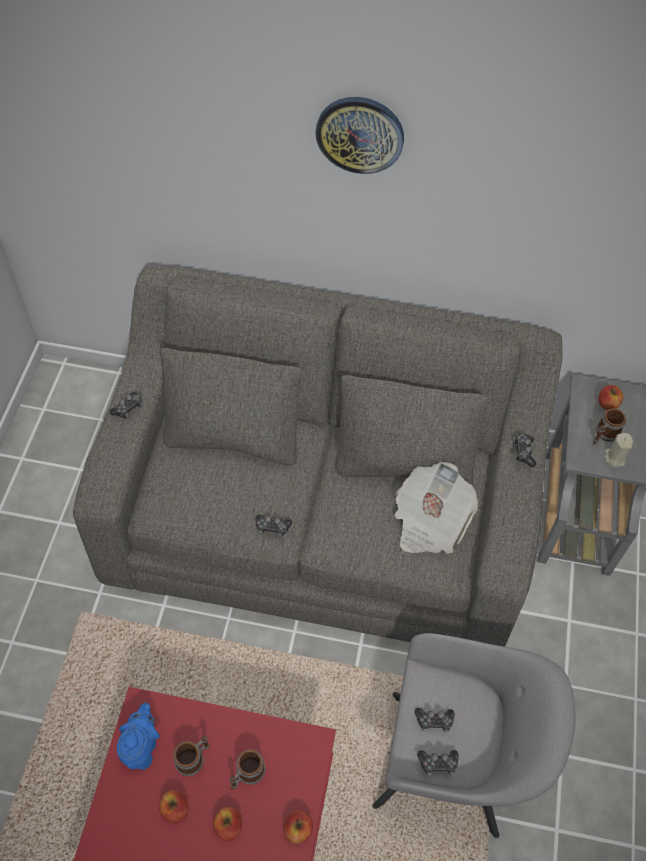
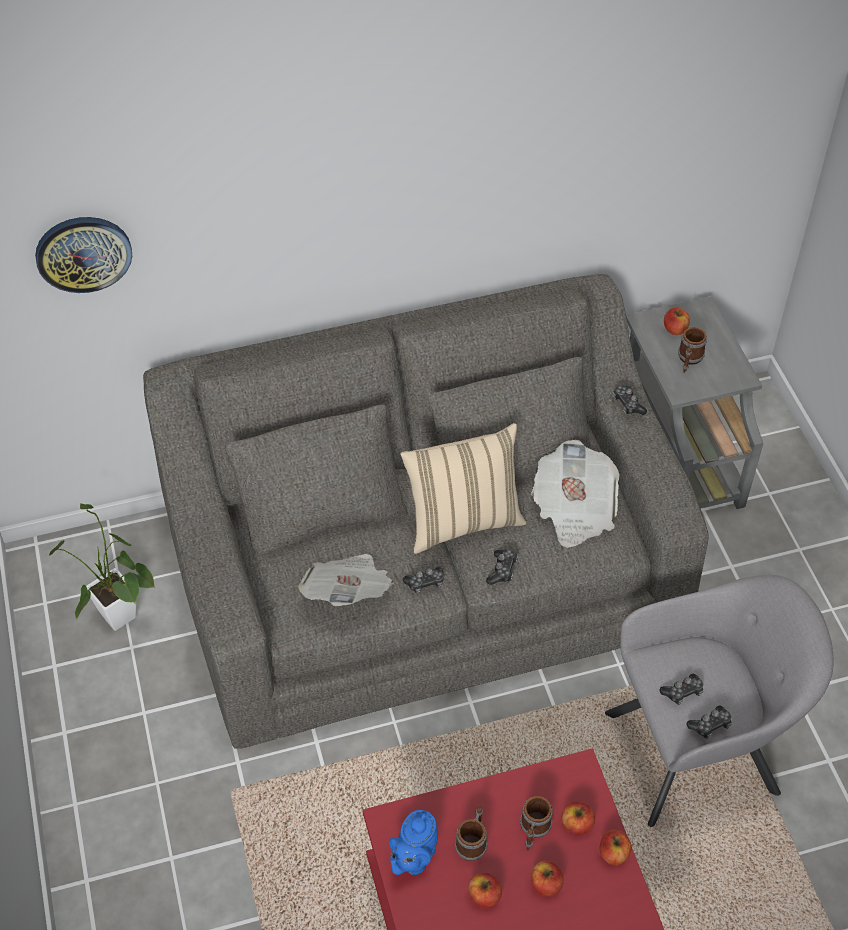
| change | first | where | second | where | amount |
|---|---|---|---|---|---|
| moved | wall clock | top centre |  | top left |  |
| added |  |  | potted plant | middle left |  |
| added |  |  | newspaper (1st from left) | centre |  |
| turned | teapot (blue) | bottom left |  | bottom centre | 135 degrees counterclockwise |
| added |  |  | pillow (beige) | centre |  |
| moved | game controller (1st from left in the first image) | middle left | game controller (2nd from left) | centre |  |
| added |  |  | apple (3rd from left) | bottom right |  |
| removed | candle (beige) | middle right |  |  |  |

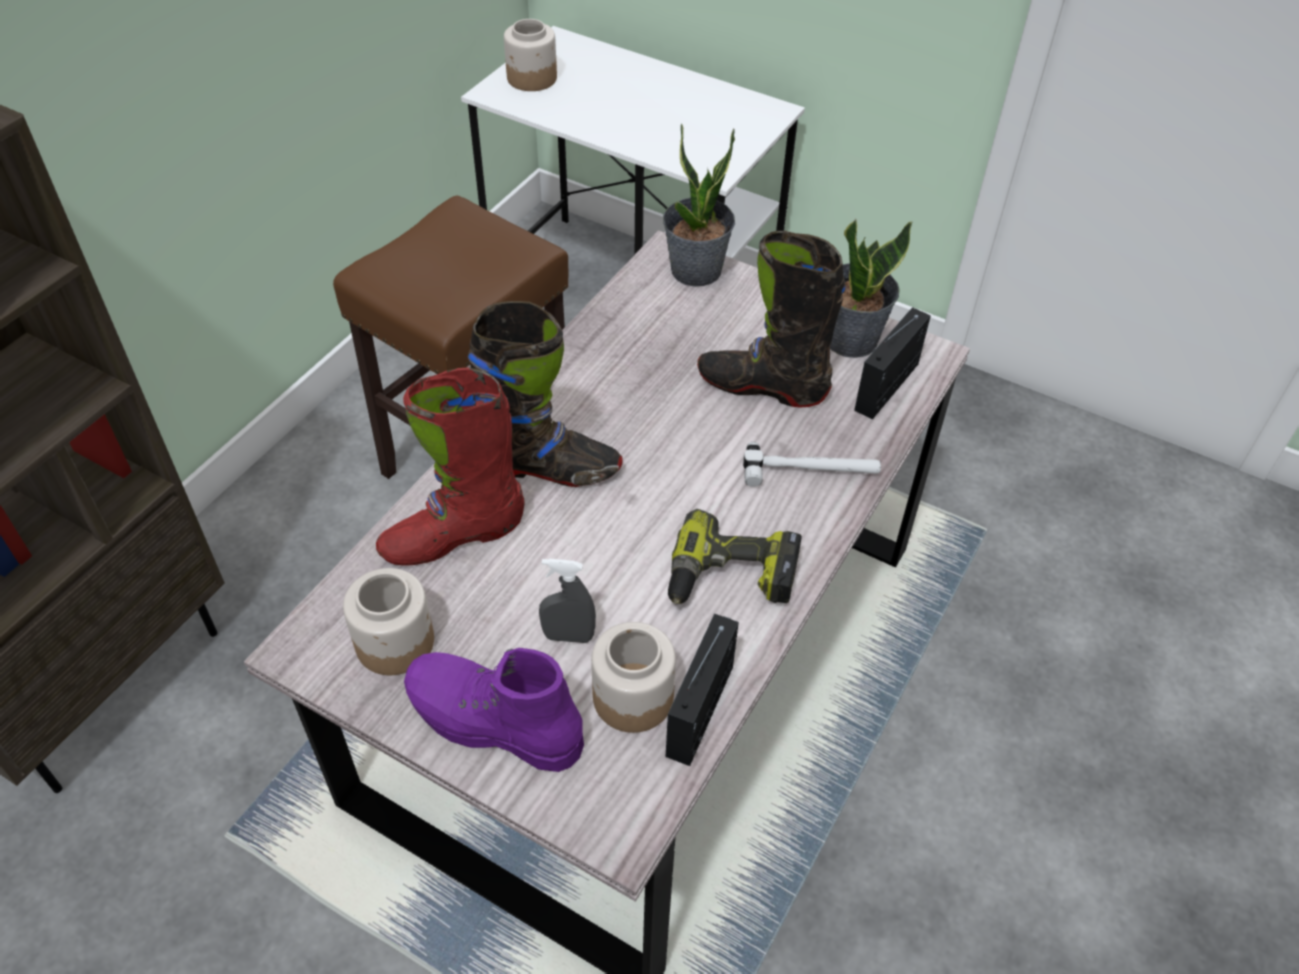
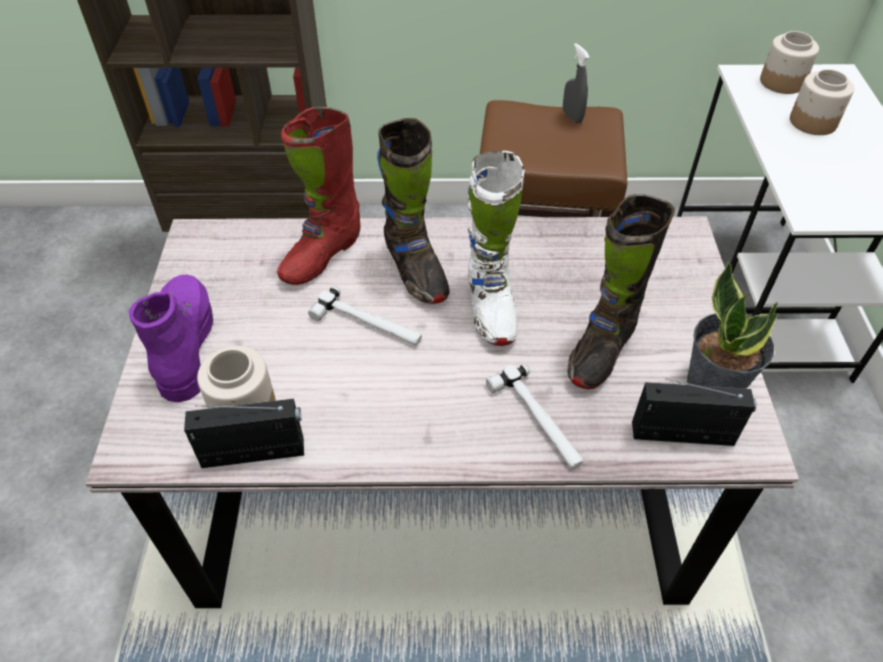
| change | first | where | second | where | amount |
|---|---|---|---|---|---|
| turned | boot (red) | centre |  | top centre | 90 degrees counterclockwise |
| added |  |  | hammer (1st from left) | centre |  |
| added |  |  | boot (white) | centre |  |
| moved | spray bottle (grey) | centre |  | top centre |  |
| turned | boot (black) (2nd from left) | top centre |  | middle right | 135 degrees counterclockwise |
| moved | jar (1st from left in the first image) | middle left | jar (3rd from left) | top right |  |
| removed | potted plant (1st from left) | top centre |  |  |  |
| removed | power drill | centre |  |  |  |

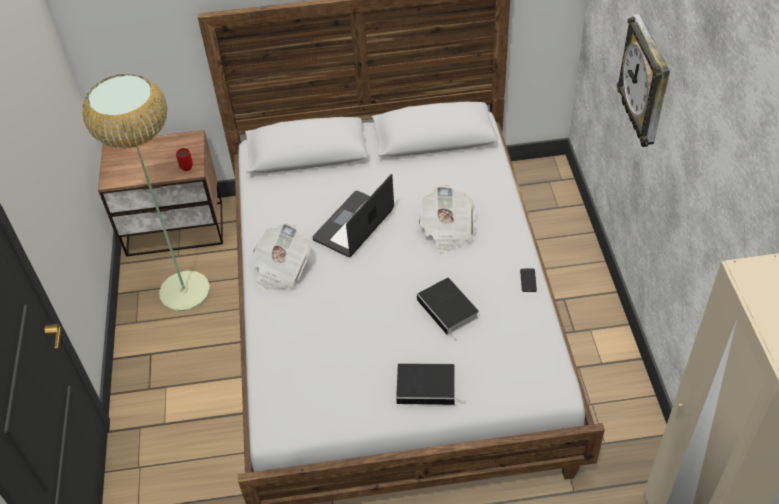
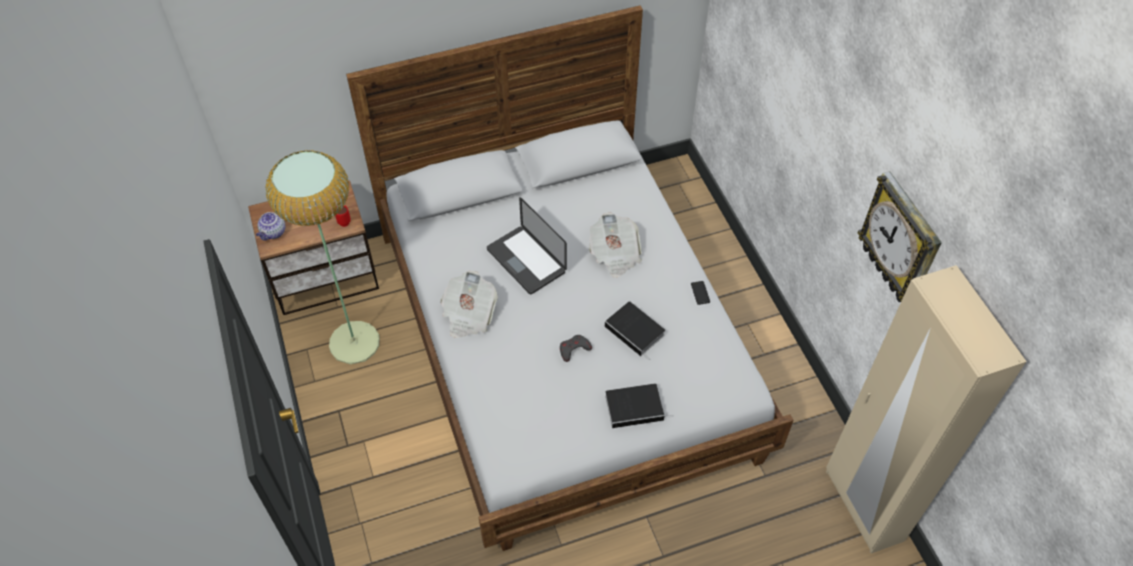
| change | first | where | second | where | amount |
|---|---|---|---|---|---|
| added |  |  | teapot | middle left |  |
| turned | laptop | centre |  | centre | 60 degrees counterclockwise |
| added |  |  | game controller (grey) | centre |  |
| moved | wall clock | top right |  | middle right |  |

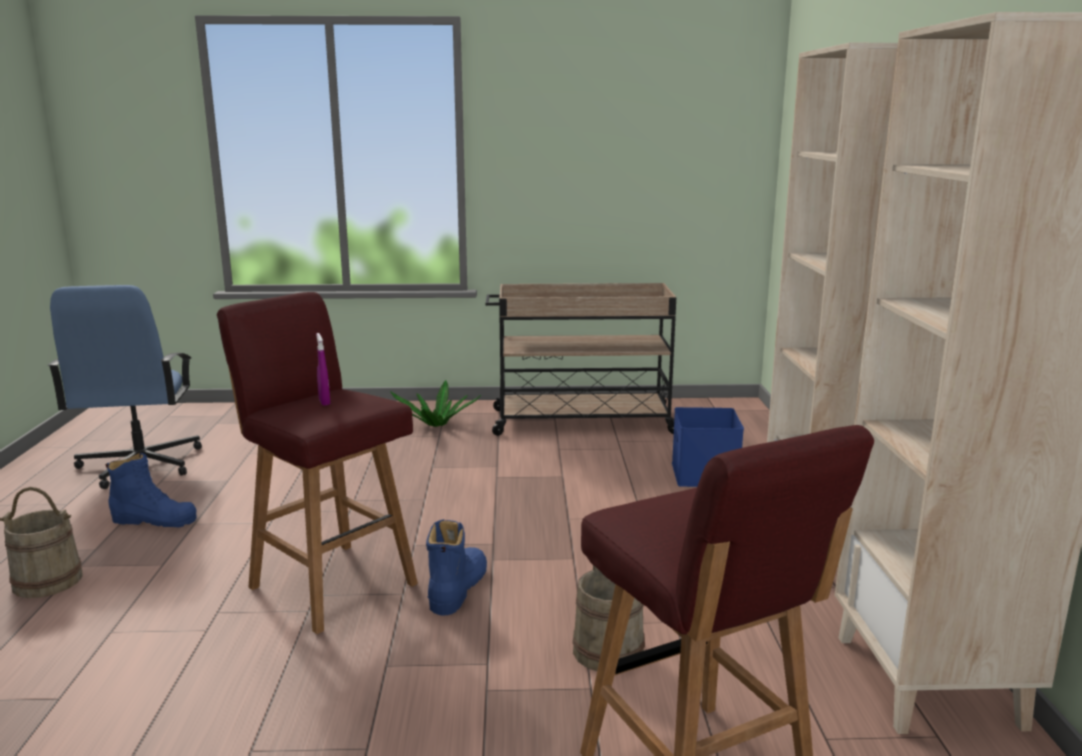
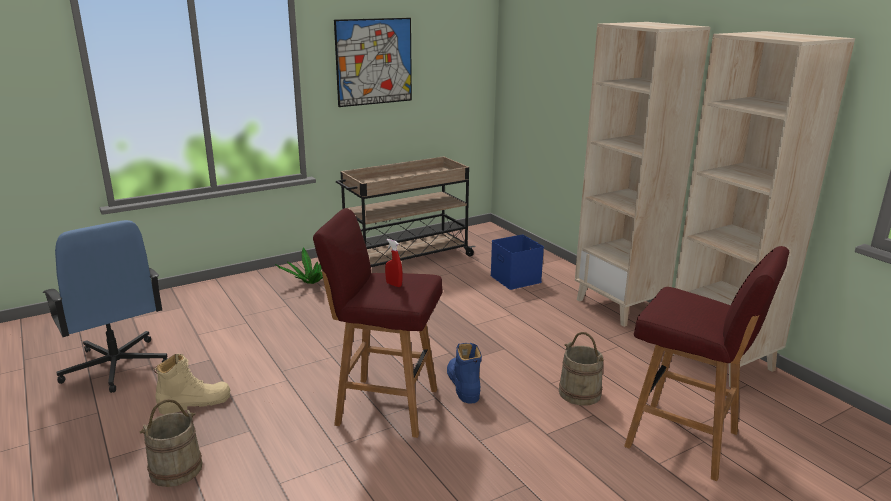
| change | first | where | second | where | amount |
|---|---|---|---|---|---|
| recoloured | boot (blue) (1st from left) | middle left | boot (beige) | bottom left |  |
| added |  |  | picture | top centre |  |
| recoloured | spray bottle (purple) | middle left | spray bottle (red) | centre |  |

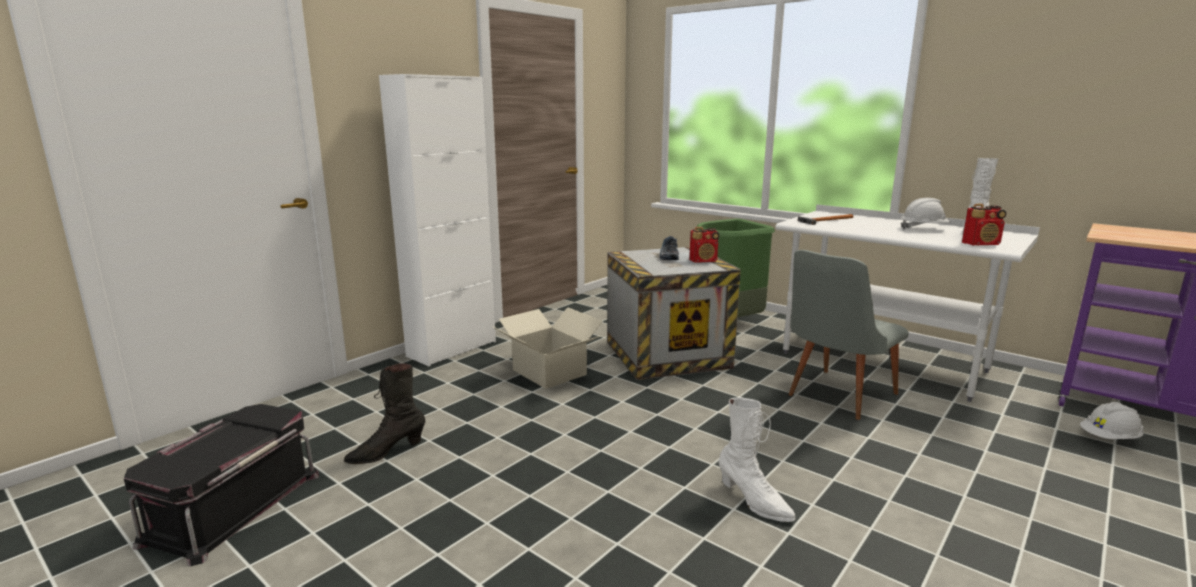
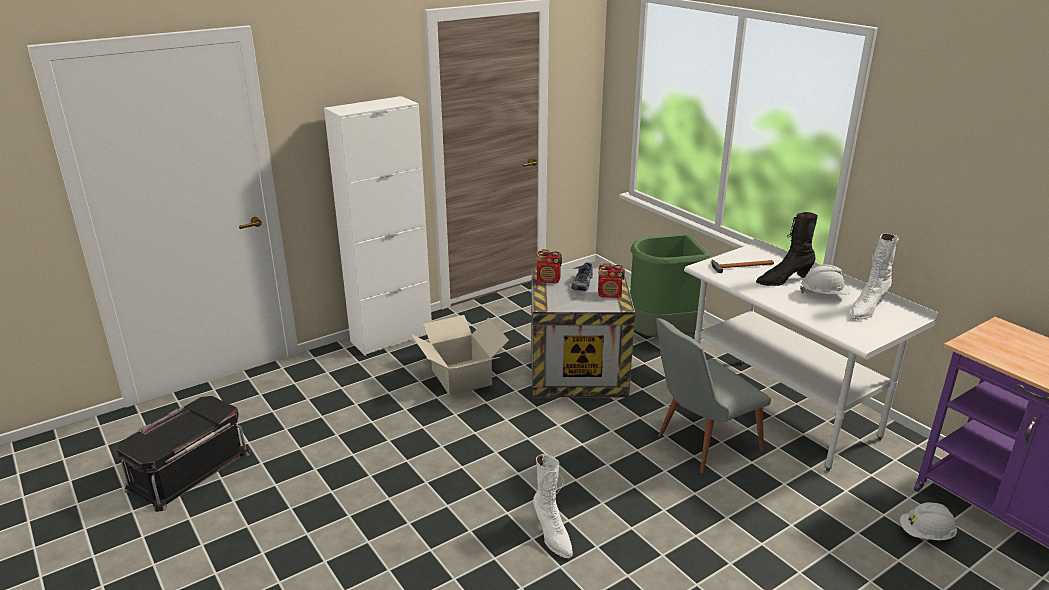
| change | first | where | second | where | amount |
|---|---|---|---|---|---|
| moved | radio (2nd from left in the first image) | middle right | radio (1st from left) | centre |  |
| moved | boot (black) | bottom left |  | middle right |  |

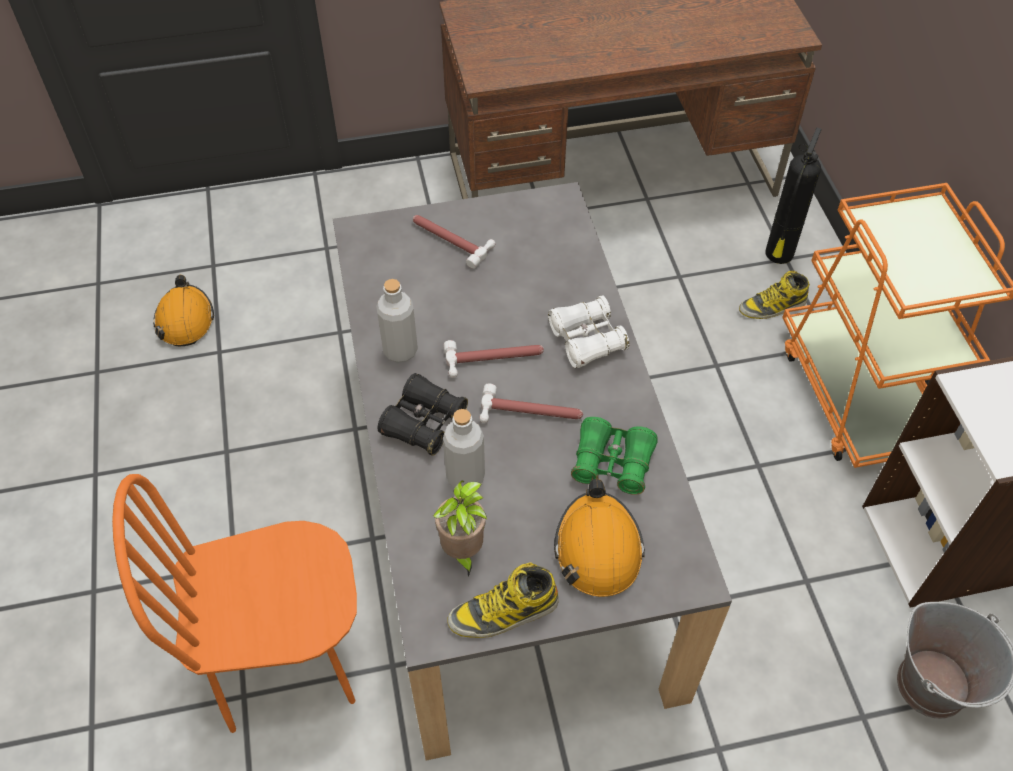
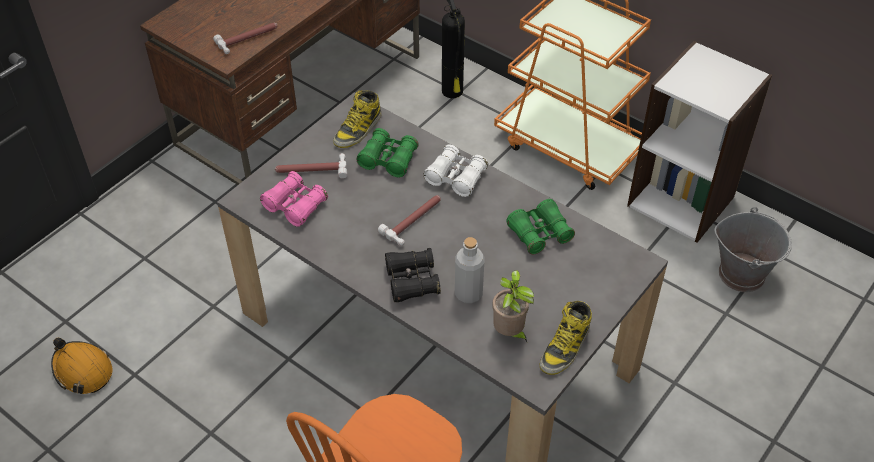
| change | first | where | second | where | amount |
|---|---|---|---|---|---|
| moved | hammer (3rd from left in the first image) | centre | hammer (1st from left) | top left |  |
| added |  |  | binoculars (pink) | centre |  |
| moved | boot (2nd from left in the first image) | middle right | boot (1st from left) | top centre |  |
| added |  |  | binoculars (green) (1st from left) | top centre |  |
| removed | bottle (grey) (1st from left) | centre |  |  |  |
| removed | hard hat (orange) (2nd from left) | bottom centre |  |  |  |

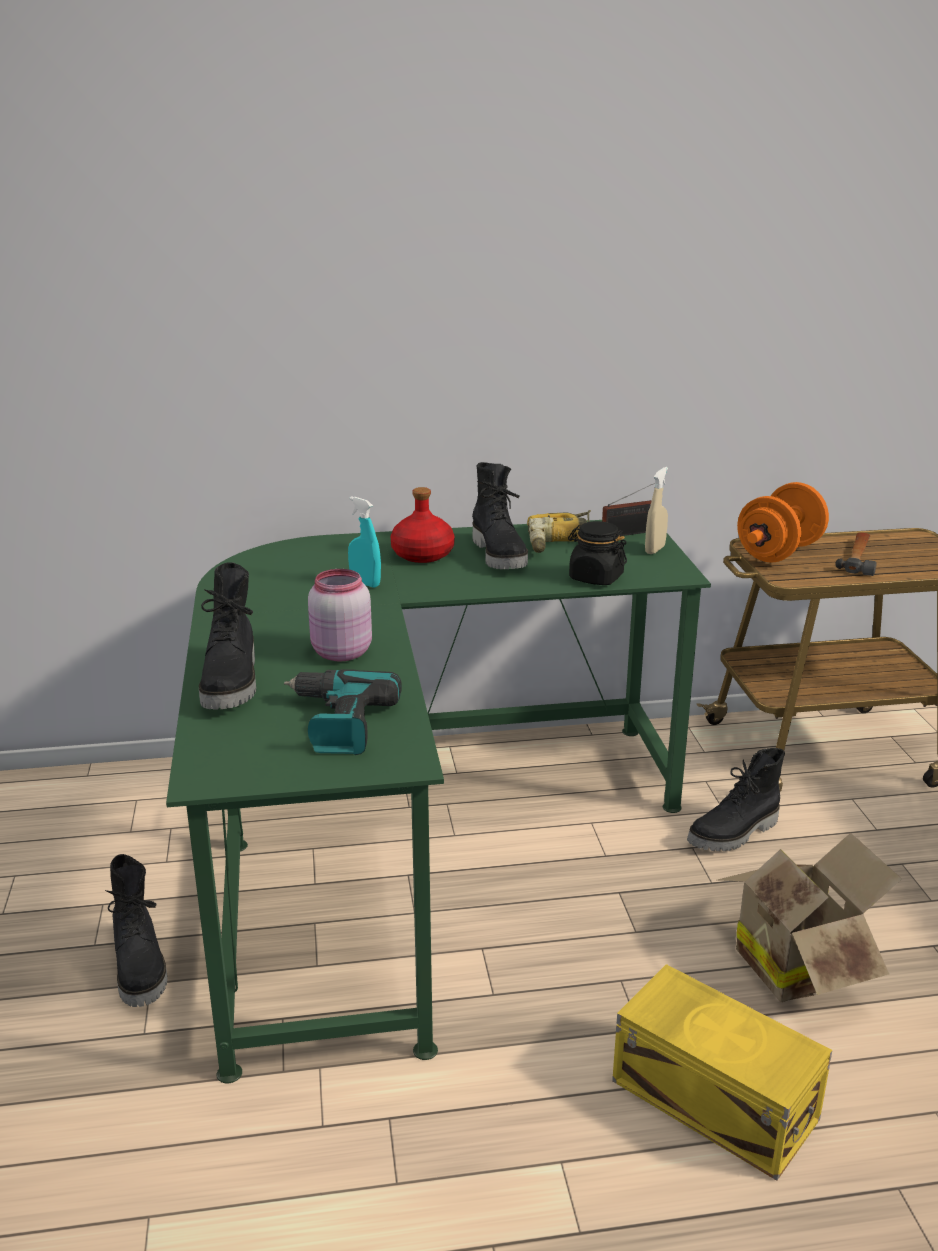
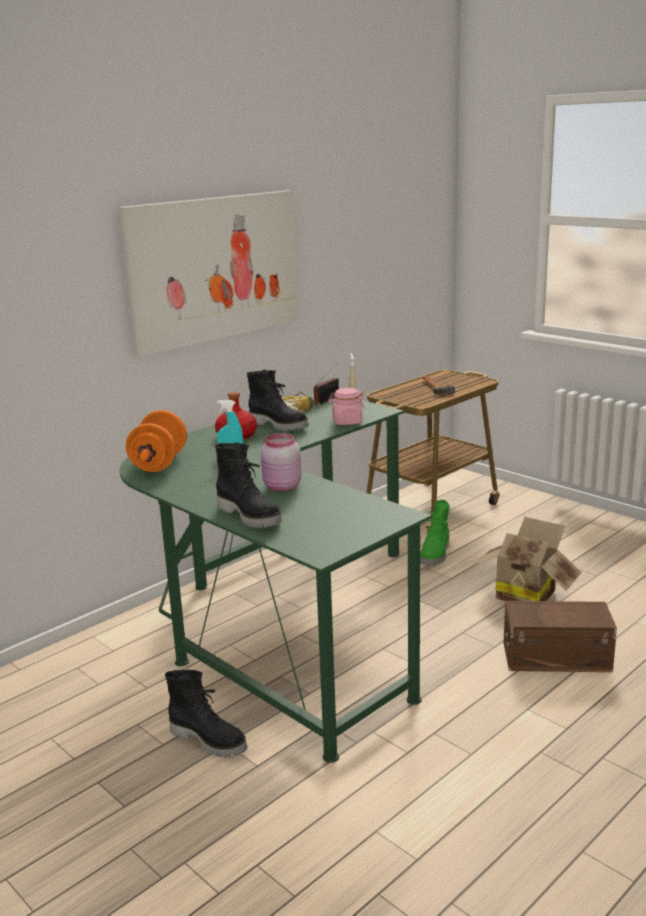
| change | first | where | second | where | amount |
|---|---|---|---|---|---|
| added |  |  | picture | top left |  |
| moved | dumbbell (orange) | middle right |  | middle left |  |
| recoloured | jar (black) | centre | jar (pink) (2nd from left) | centre |  |
| recoloured | boot (black) (4th from left) | middle right | boot (green) | middle right |  |
| recoloured | storage box (yellow) | bottom right | storage box (brown) | bottom right |  |
| removed | power drill (1st from left) | centre |  |  |  |

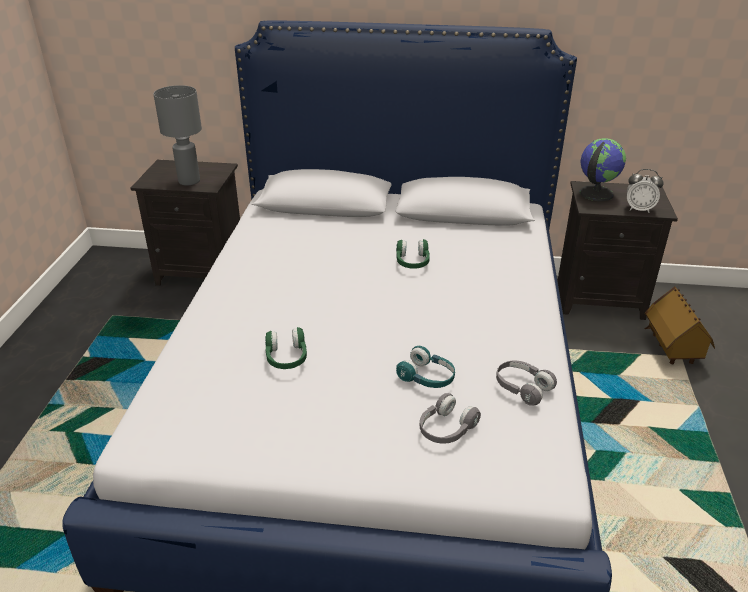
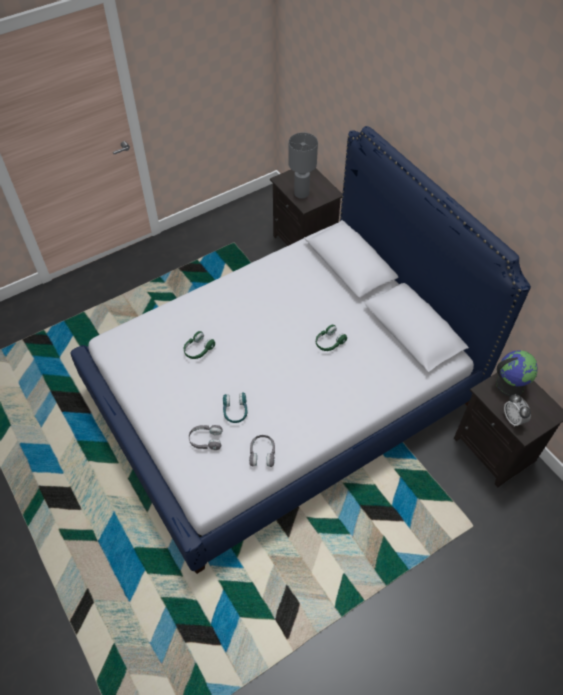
| change | first | where | second | where | amount |
|---|---|---|---|---|---|
| removed | toy house | middle right |  |  |  |

